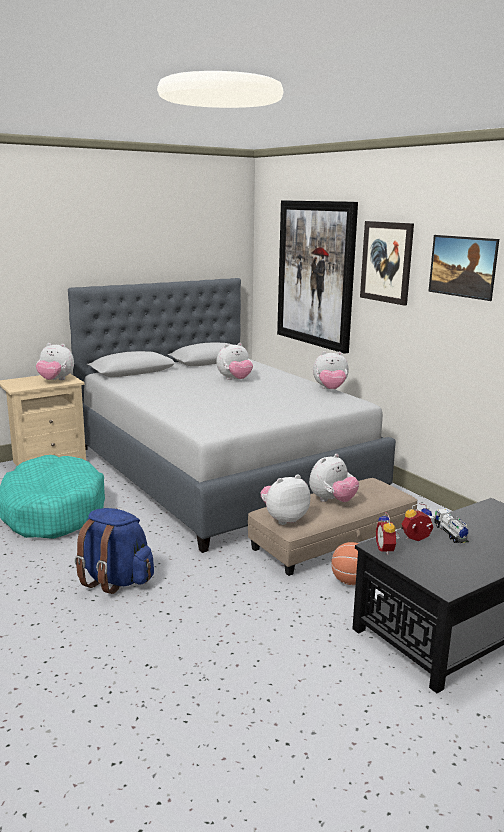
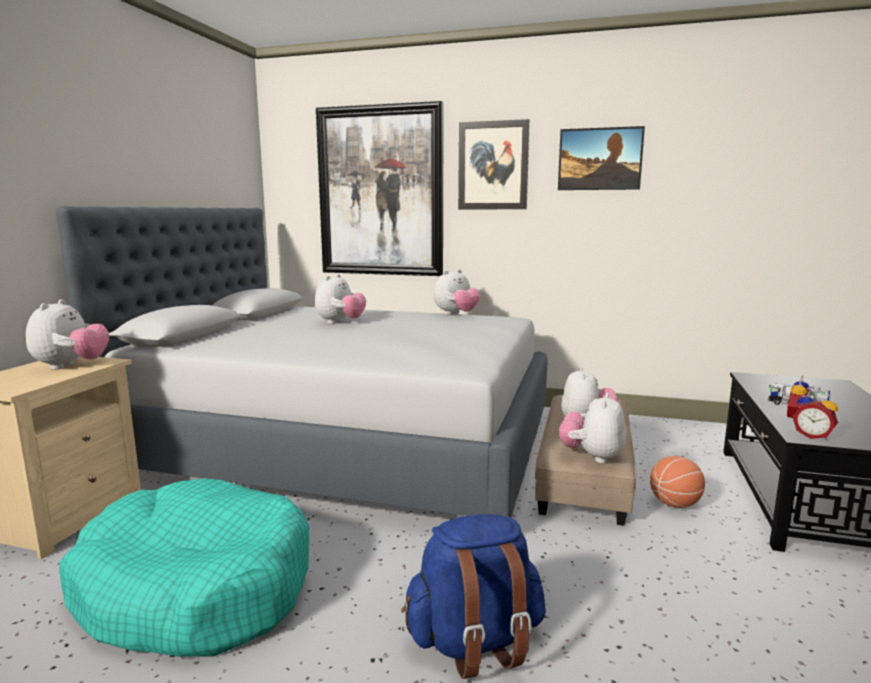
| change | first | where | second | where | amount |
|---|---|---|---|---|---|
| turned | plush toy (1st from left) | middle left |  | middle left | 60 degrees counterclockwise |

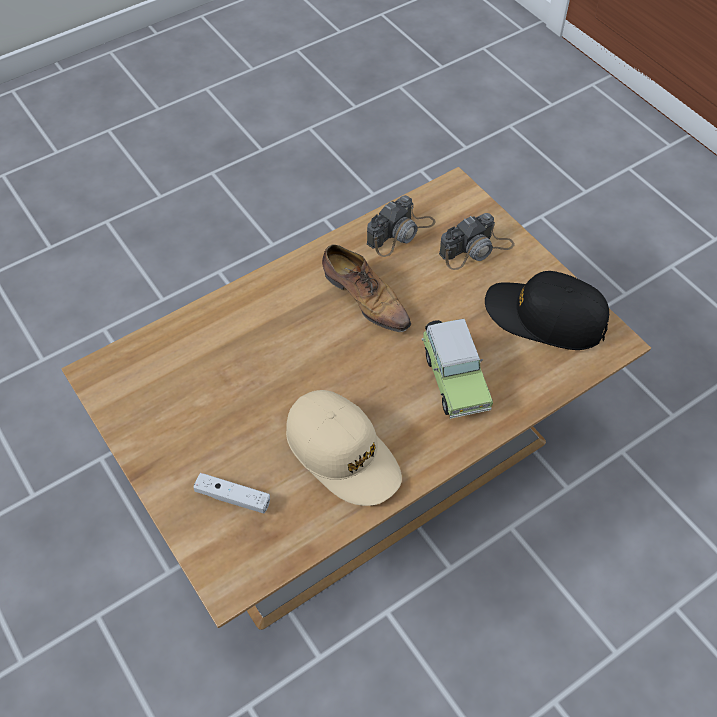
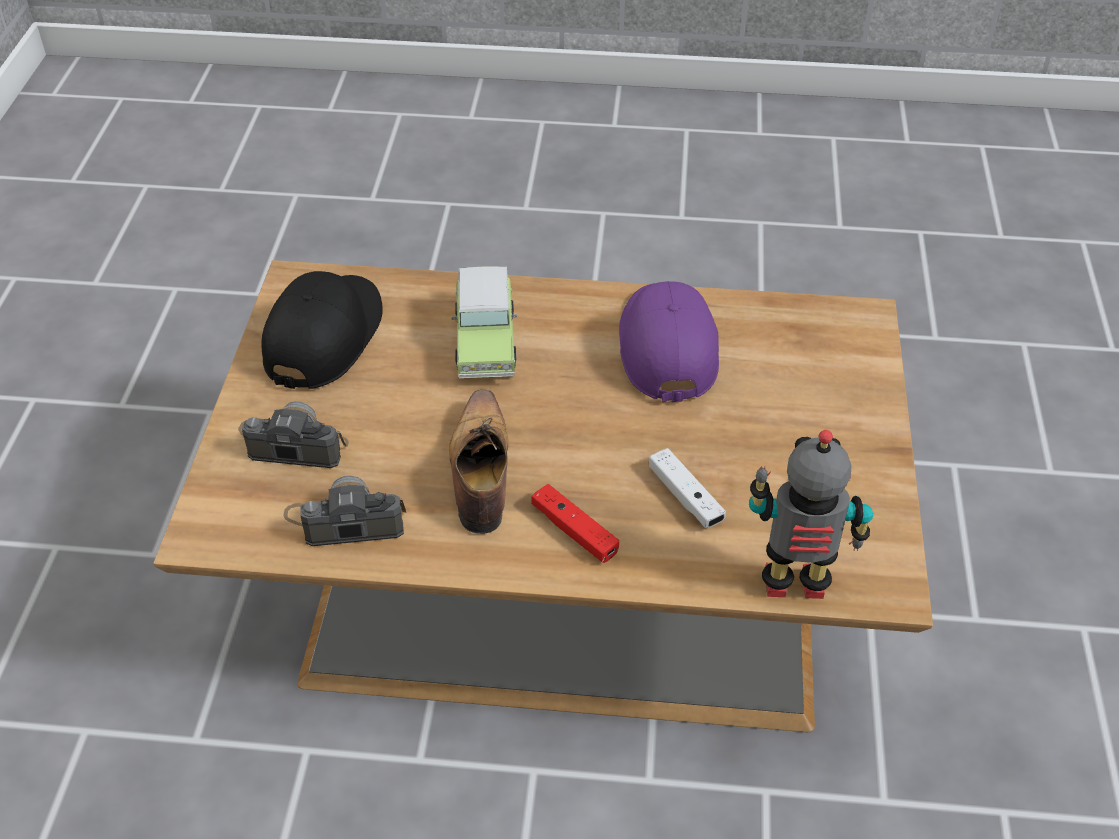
| change | first | where | second | where | amount |
|---|---|---|---|---|---|
| turned | cap (black) | middle right |  | middle left | 135 degrees counterclockwise |
| turned | toy car | centre |  | centre | 150 degrees clockwise |
| added |  |  | game controller (red) | centre |  |
| recoloured | cap (beige) | centre | cap (purple) | centre |  |
| moved | game controller (white) | bottom left |  | centre |  |
| added |  |  | toy robot | middle right |  |

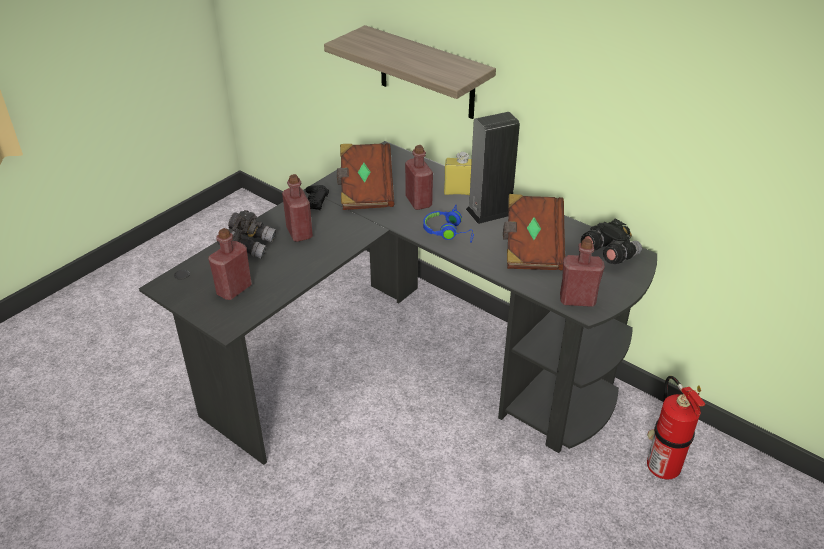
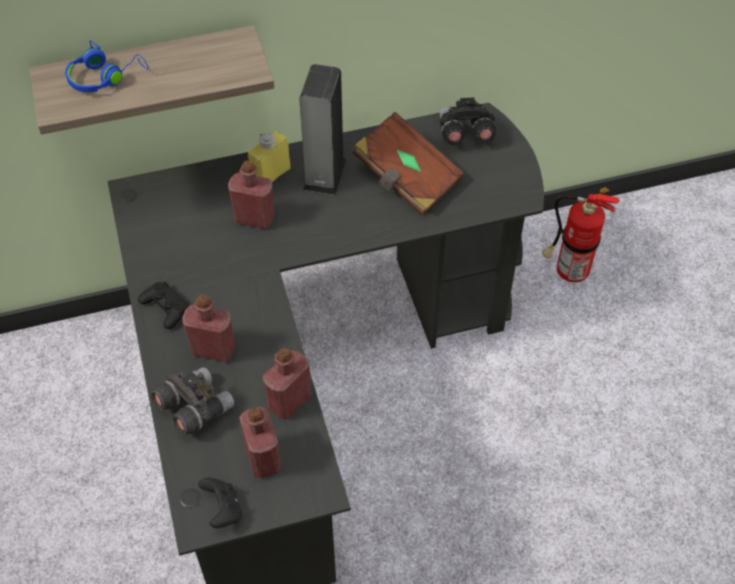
| change | first | where | second | where | amount |
|---|---|---|---|---|---|
| moved | headphones (blue) | centre |  | top left |  |
| added |  |  | game controller (black) (2nd from left) | bottom left |  |
| moved | bottle (red) (4th from left) | middle right |  | centre |  |
| removed | book (brown) (1st from left) | top centre |  |  |  |

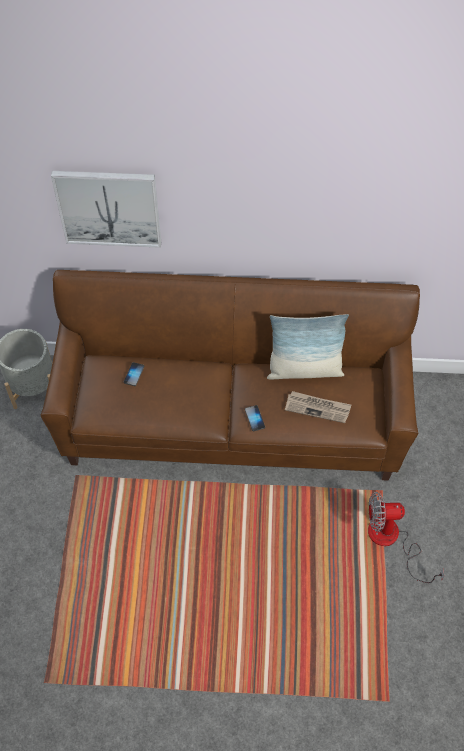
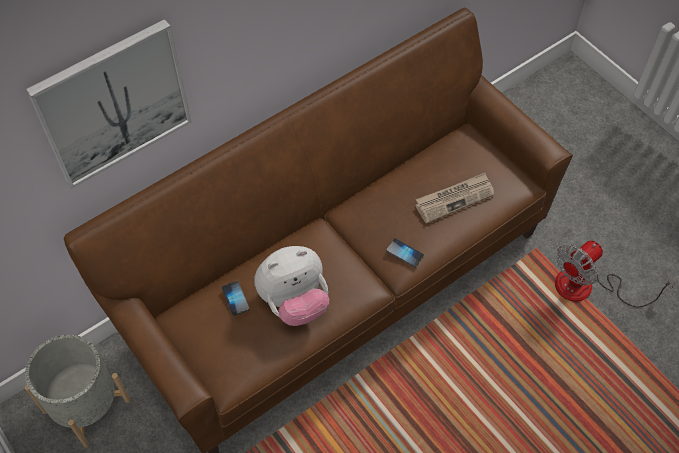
| change | first | where | second | where | amount |
|---|---|---|---|---|---|
| added |  |  | plush toy | centre |  |
| removed | pillow | centre |  |  |  |

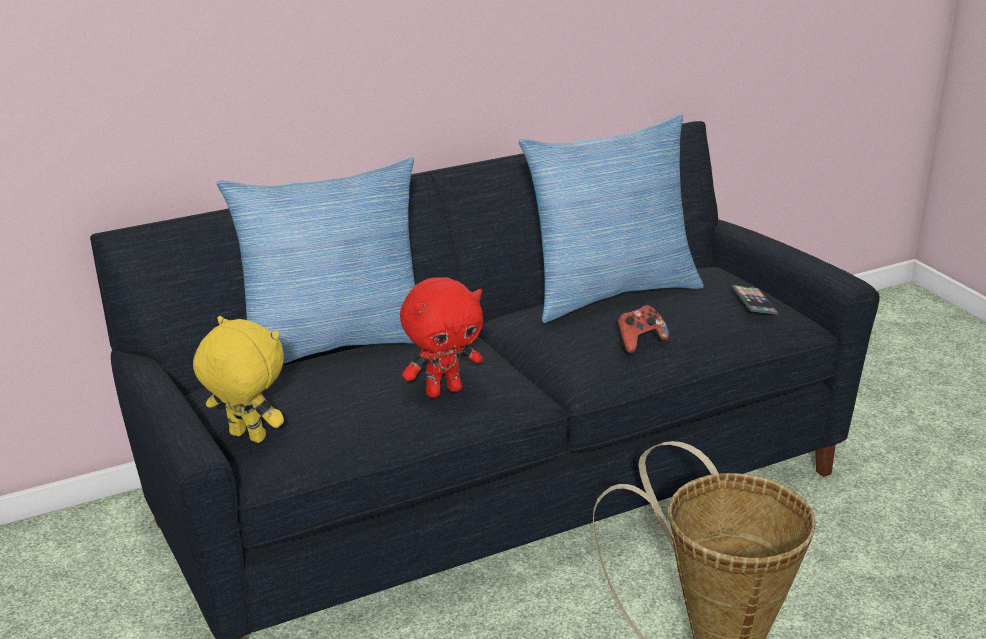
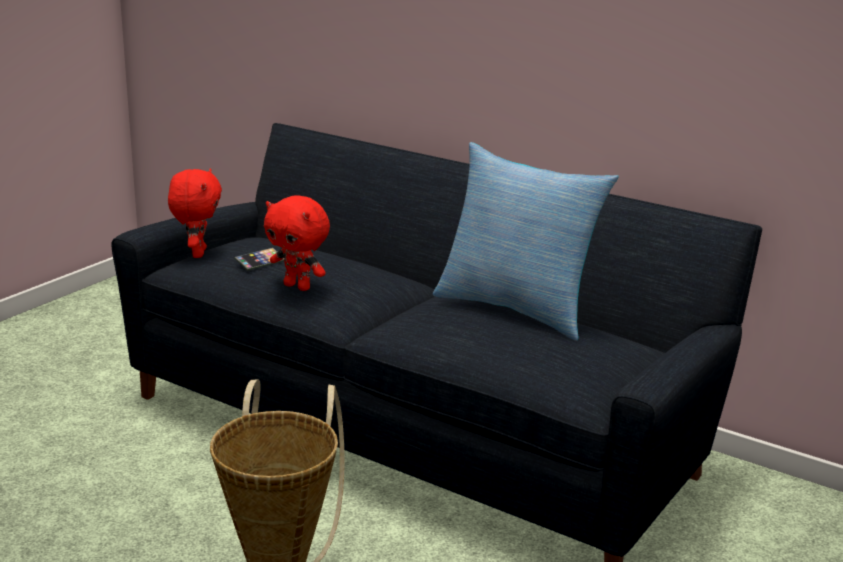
| change | first | where | second | where | amount |
|---|---|---|---|---|---|
| recoloured | plush toy (yellow) | middle left | plush toy (red) (1st from left) | middle left |  |
| moved | phone | middle right |  | middle left |  |
| removed | pillow (1st from left) | middle left |  |  |  |
| removed | game controller | centre |  |  |  |

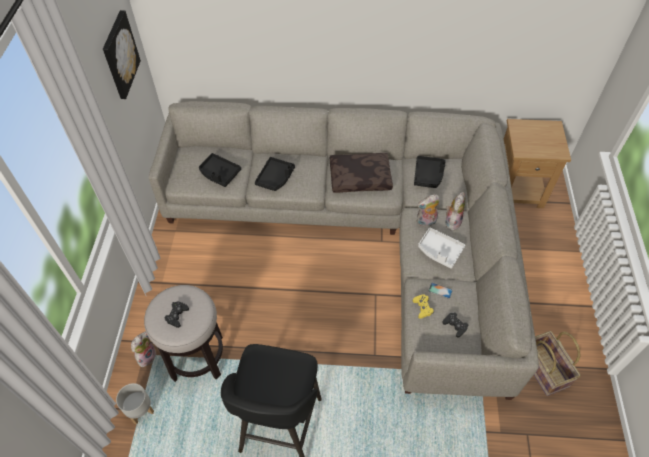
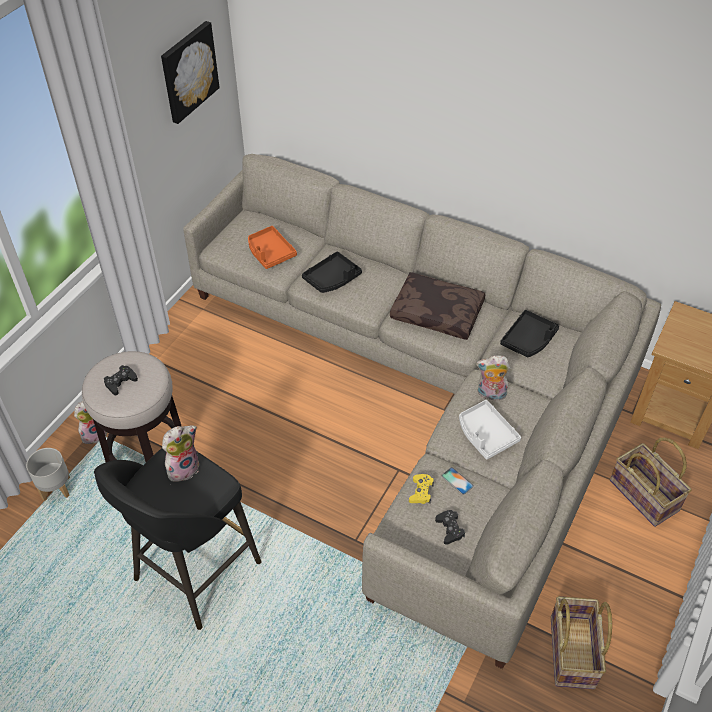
| change | first | where | second | where | amount |
|---|---|---|---|---|---|
| moved | plush toy (3rd from left in the first image) | middle right | plush toy (2nd from left) | middle left |  |
| recoloured | tray (black) (1st from left) | centre | tray (orange) | centre |  |
| added |  |  | basket (2nd from left) | bottom right |  |

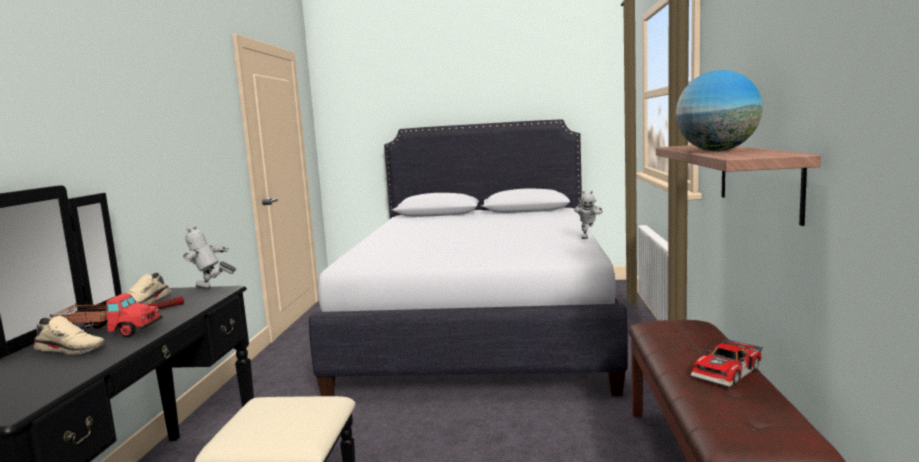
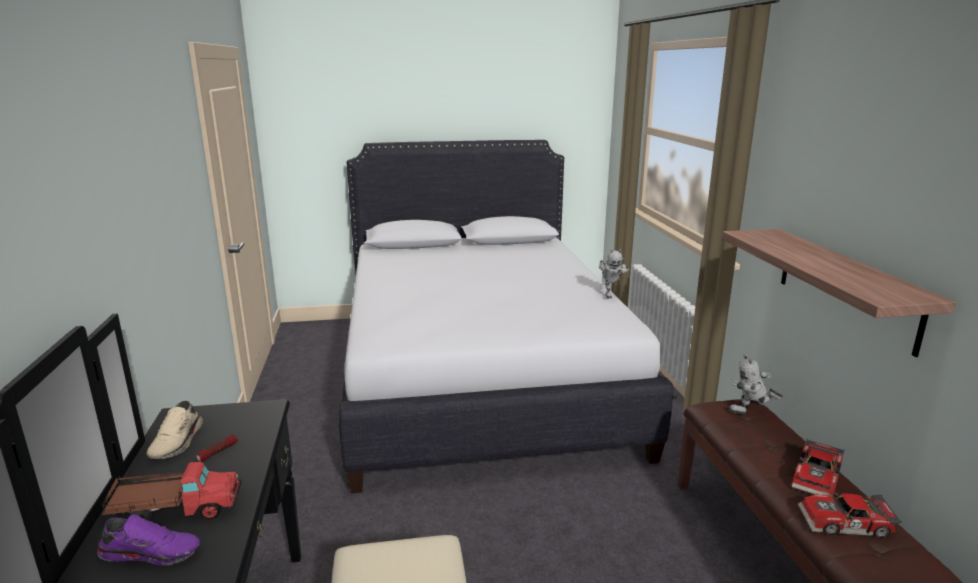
| change | first | where | second | where | amount |
|---|---|---|---|---|---|
| recoloured | shoe (beige) (1st from left) | bottom left | shoe (purple) | bottom left |  |
| moved | toy robot (1st from left in the first image) | middle left | toy robot (2nd from left) | middle right |  |
| added |  |  | toy car (2nd from left) | bottom right |  |
| removed | globe | top right |  |  |  |

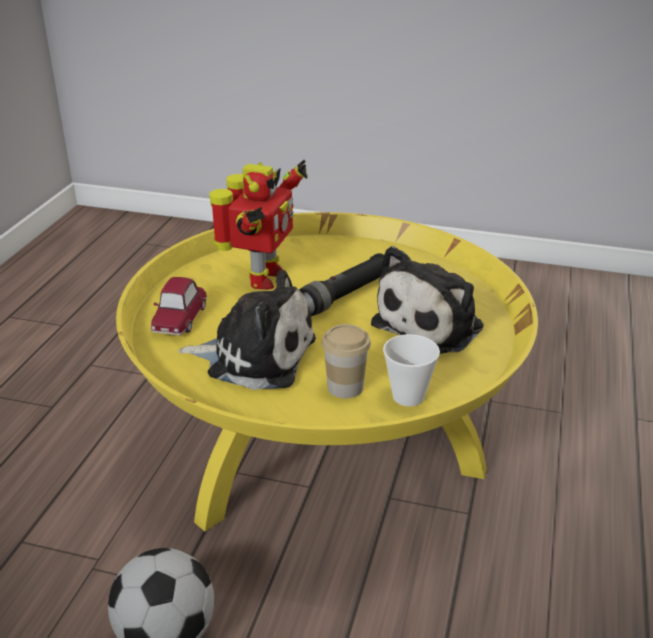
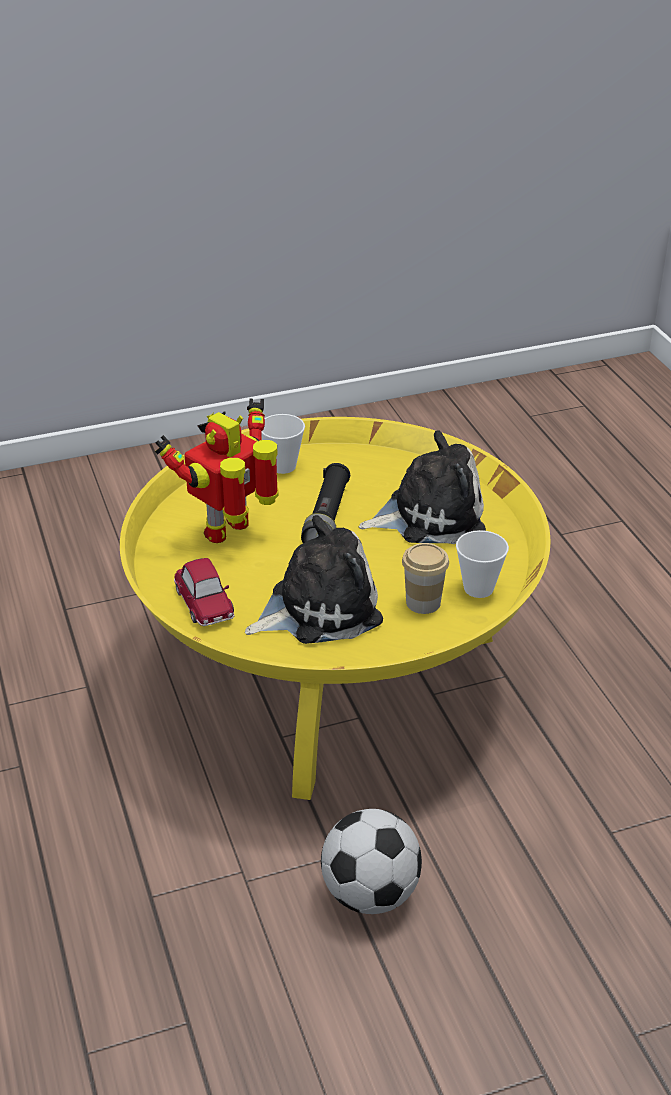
| change | first | where | second | where | amount |
|---|---|---|---|---|---|
| turned | toy robot | centre |  | middle left | 120 degrees counterclockwise |
| added |  |  | cup (1st from left) | centre |  |
| turned | plush toy (2nd from left) | centre |  | centre | 105 degrees counterclockwise |

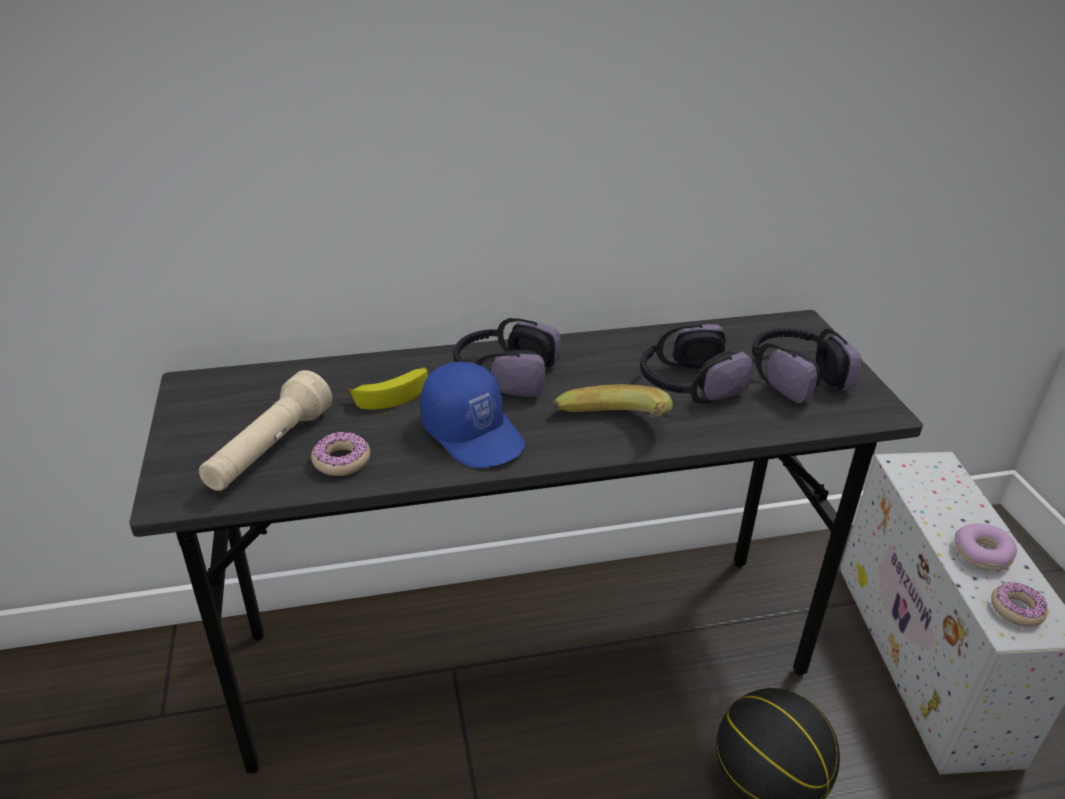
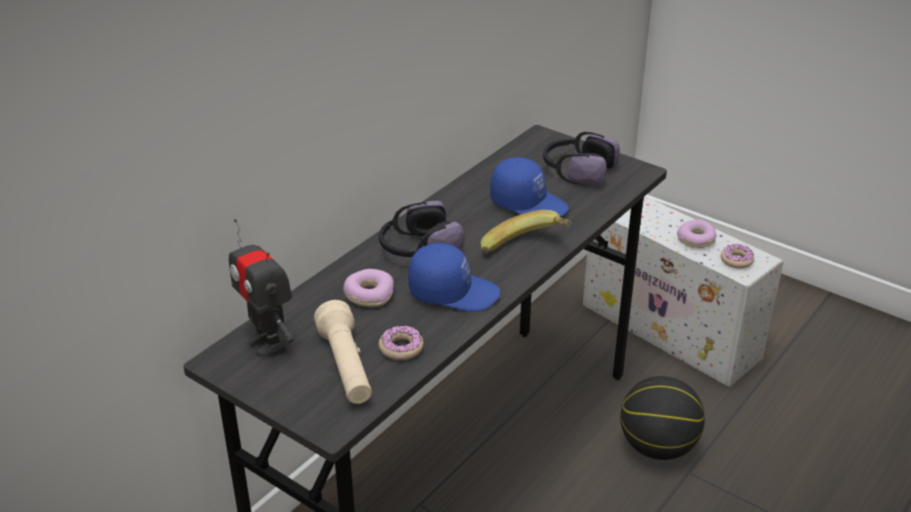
| change | first | where | second | where | amount |
|---|---|---|---|---|---|
| added |  |  | toy robot | middle left |  |
| replaced | banana (1st from left) | centre | donut (1st from left) | centre |  |
| replaced | headphones (2nd from left) | centre | cap (blue) (2nd from left) | centre |  |

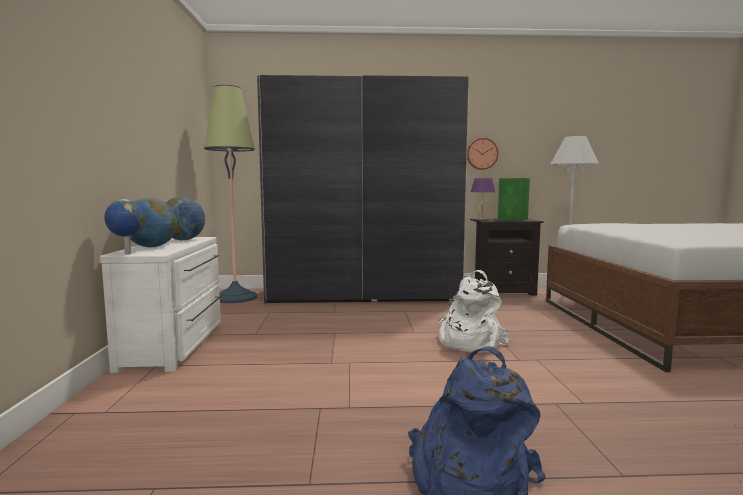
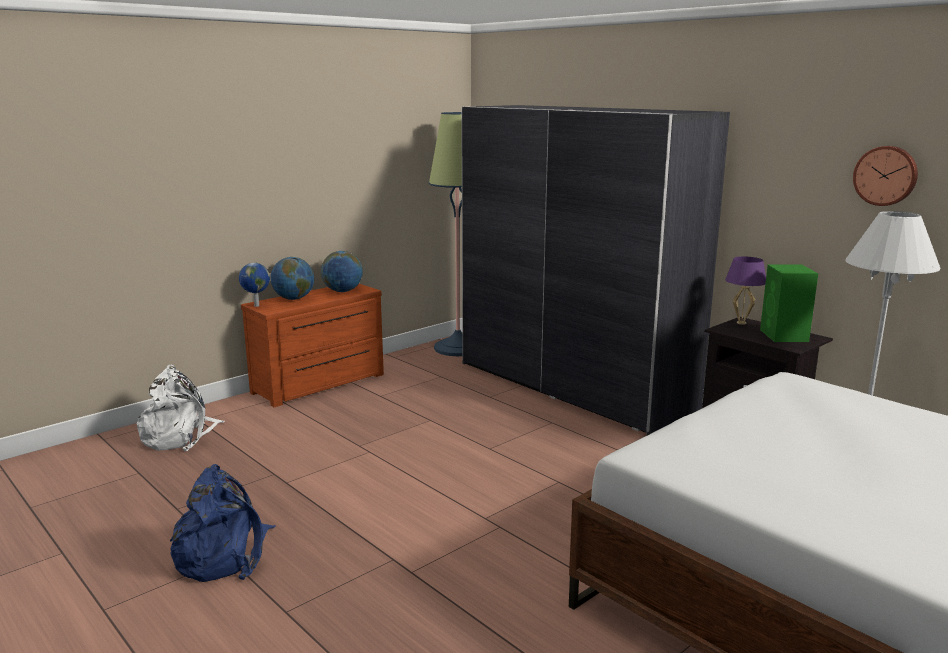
| change | first | where | second | where | amount |
|---|---|---|---|---|---|
| moved | backpack (white) | centre |  | middle left |  |
| recoloured | dresser (white) | middle left | dresser (brown) | middle left |  |
| moved | wall clock | top centre |  | top right |  |

